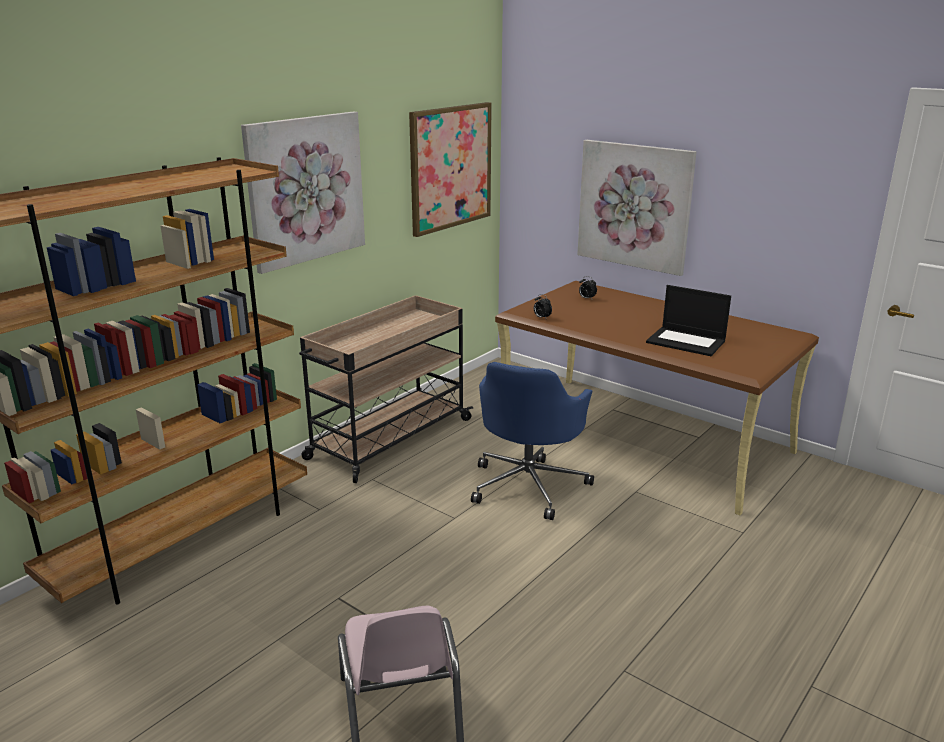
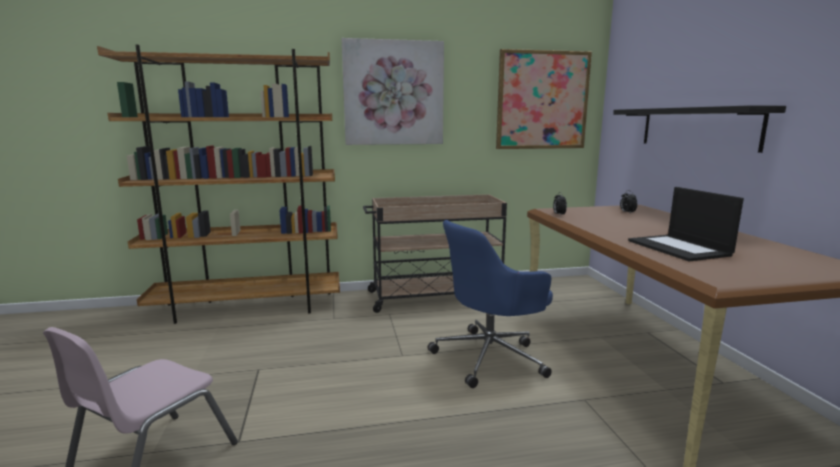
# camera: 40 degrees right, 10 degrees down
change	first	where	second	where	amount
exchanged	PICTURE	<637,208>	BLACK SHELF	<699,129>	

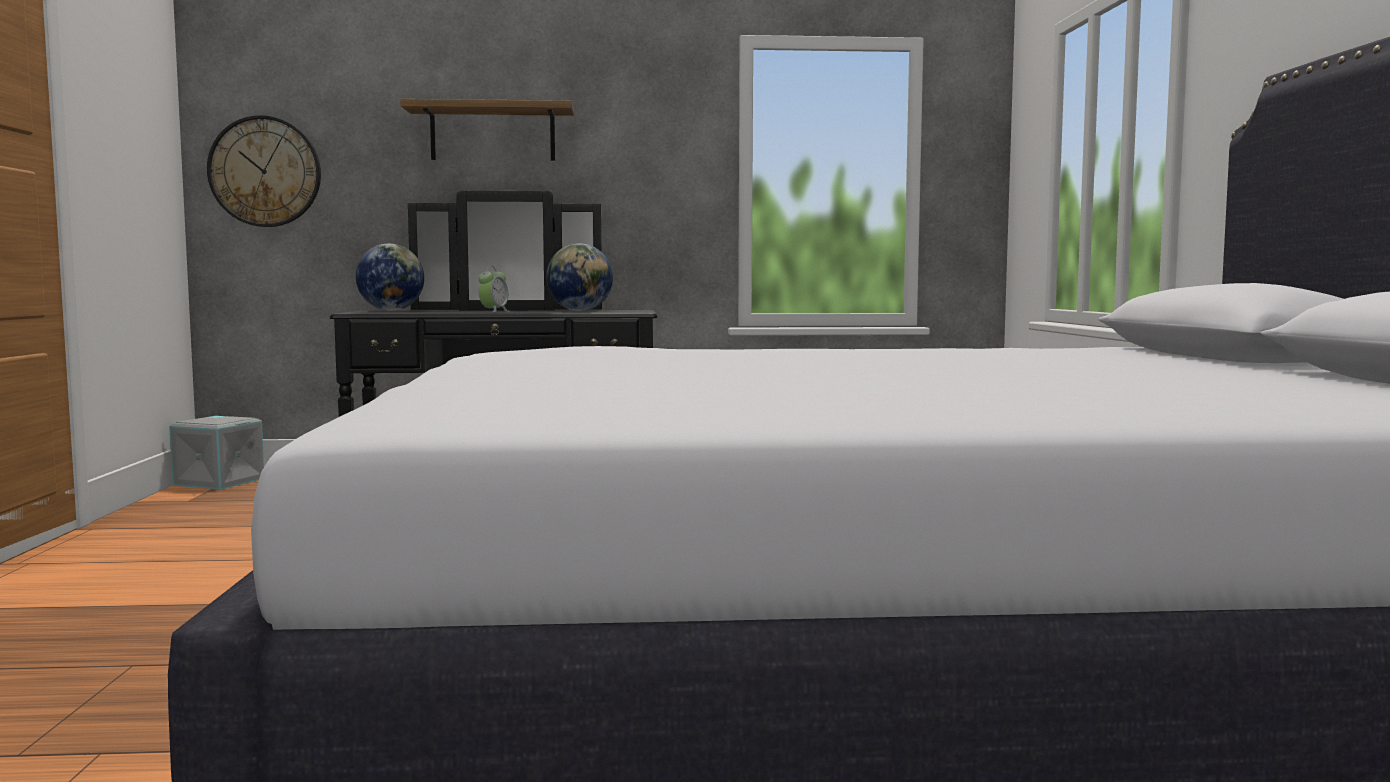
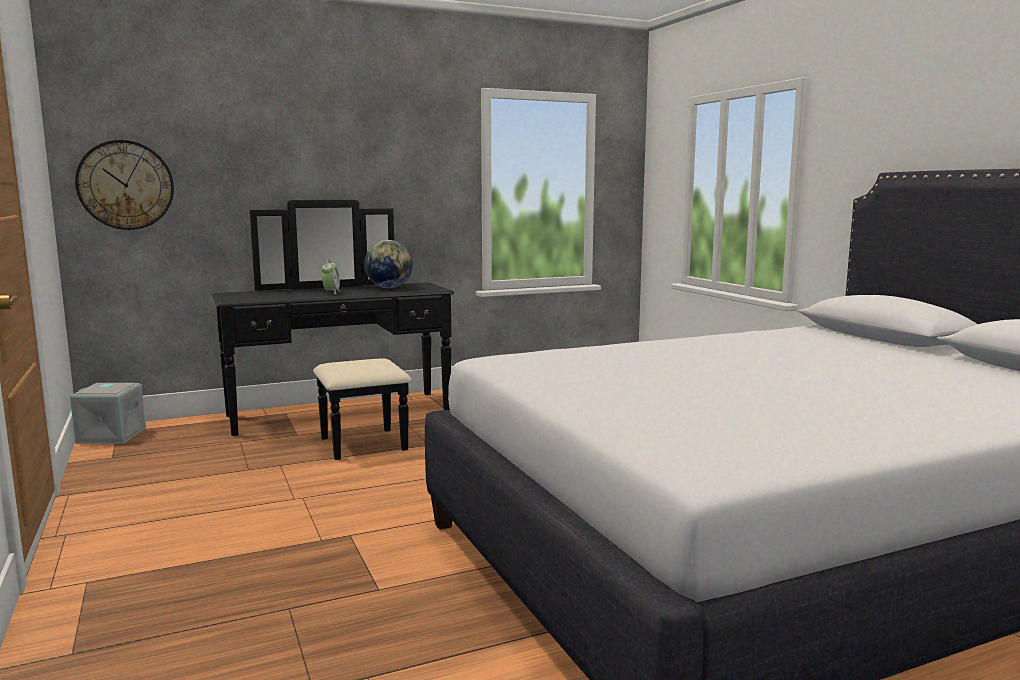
# camera: 20 degrees left, 5 degrees up
change	first	where	second	where	amount
missing	SHELF	<487,130>			
missing	GLOBE	<390,277>			

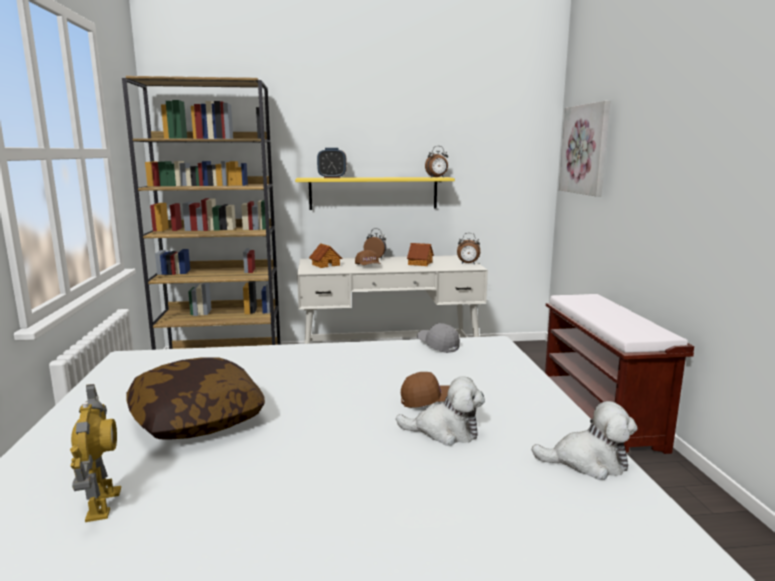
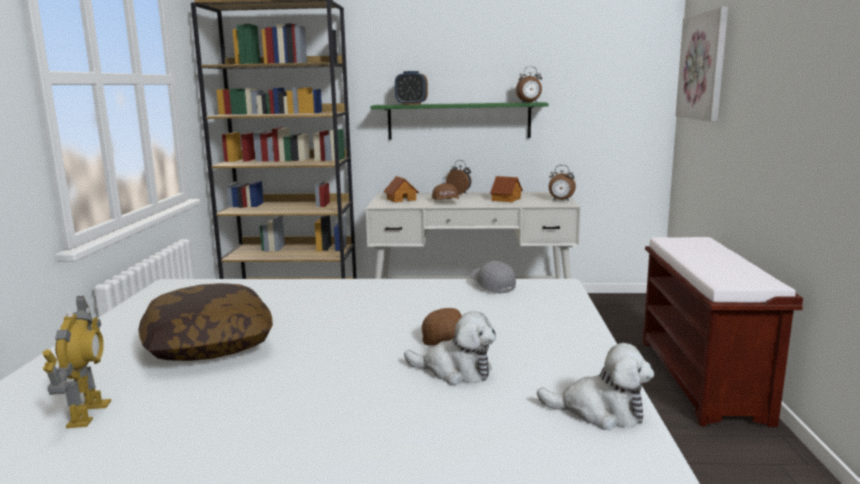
# camera: 10 degrees right, 0 degrees up
change	first	where	second	where	amount
colour	YELLOW SHELF	<375,193>	GREEN SHELF	<459,121>	

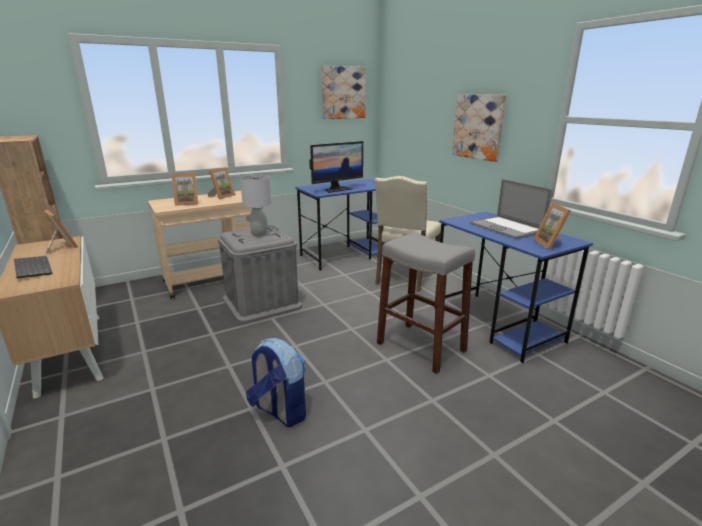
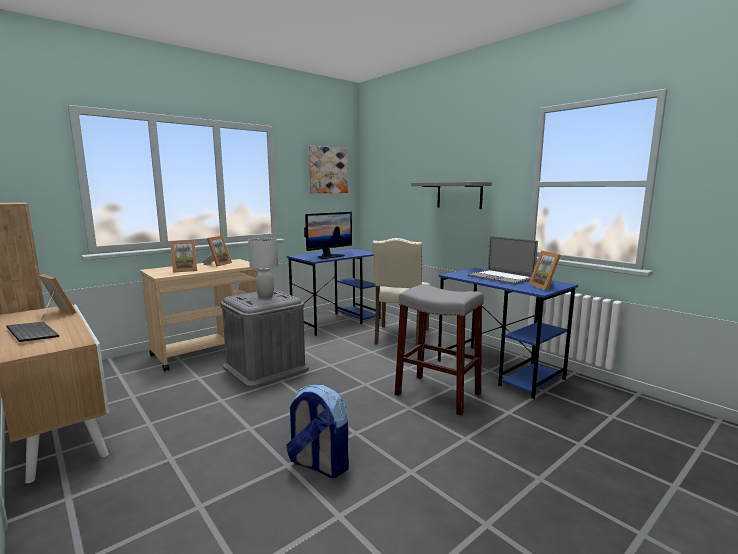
# camera: 10 degrees left, 10 degrees down
change	first	where	second	where	amount
exchanged	PICTURE	<479,128>	GREY SHELF	<451,195>	

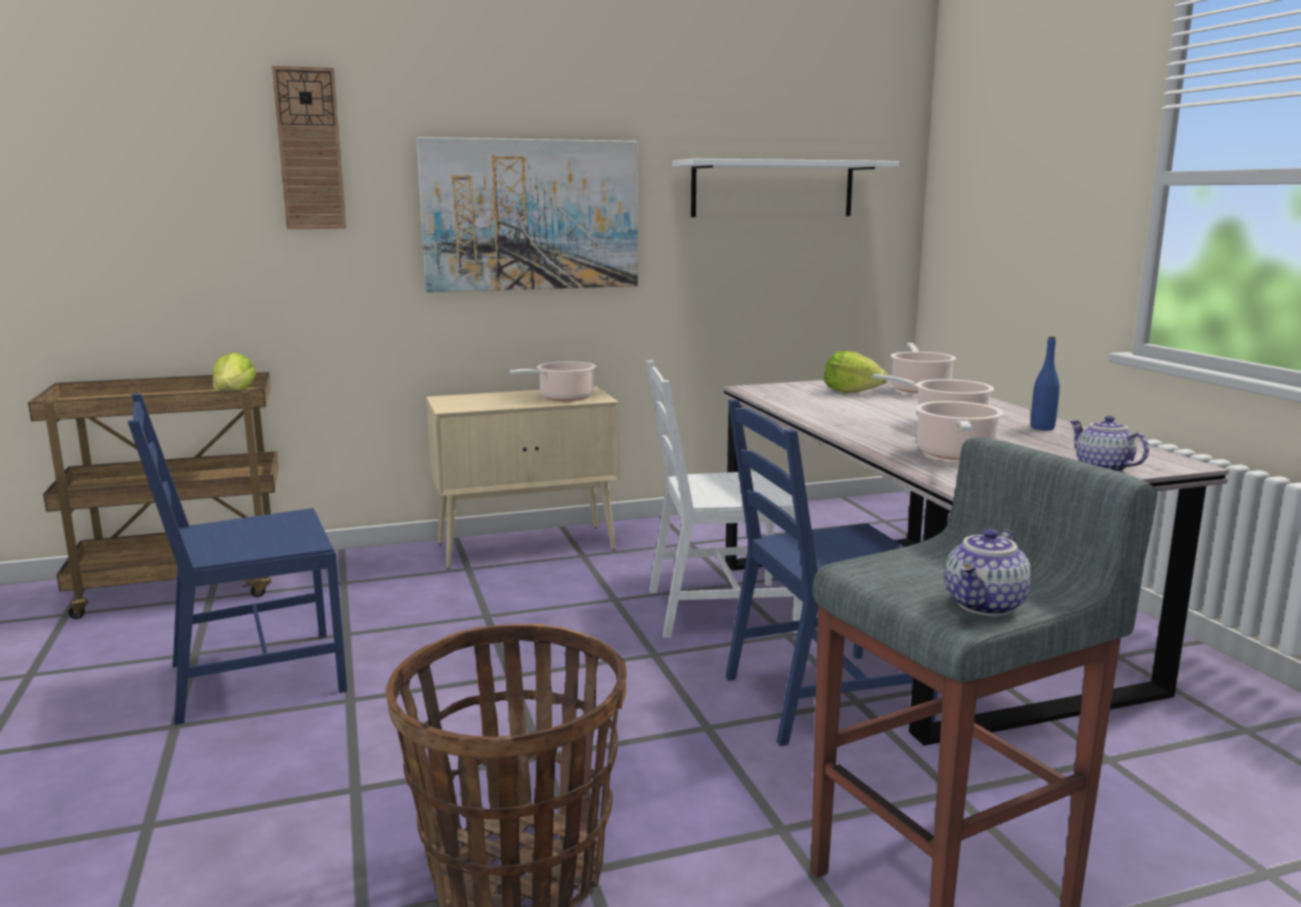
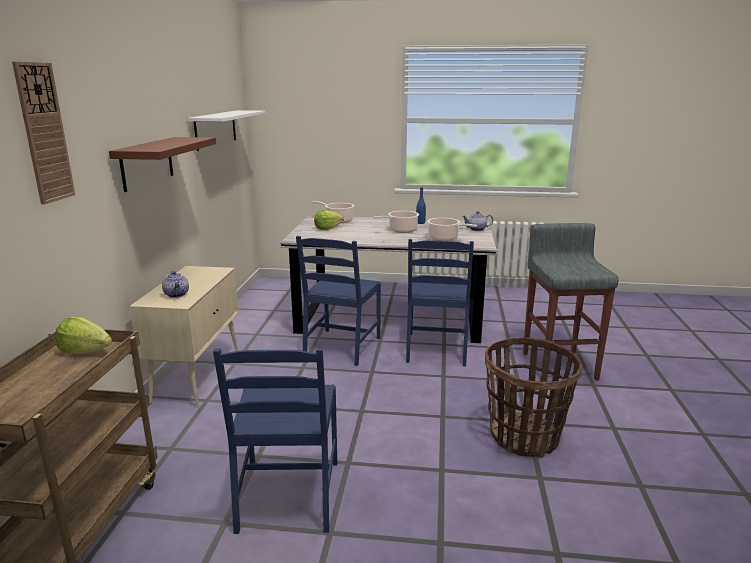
# camera: 65 degrees left, 5 degrees up
change	first	where	second	where	amount
exchanged	PICTURE	<527,214>	BROWN SHELF	<162,164>	
colour	WHITE CHAIR	<724,499>	BLUE CHAIR	<338,301>	
missing	COOKING POT	<552,381>			
relocated	TEAPOT	<988,572>		<175,284>	

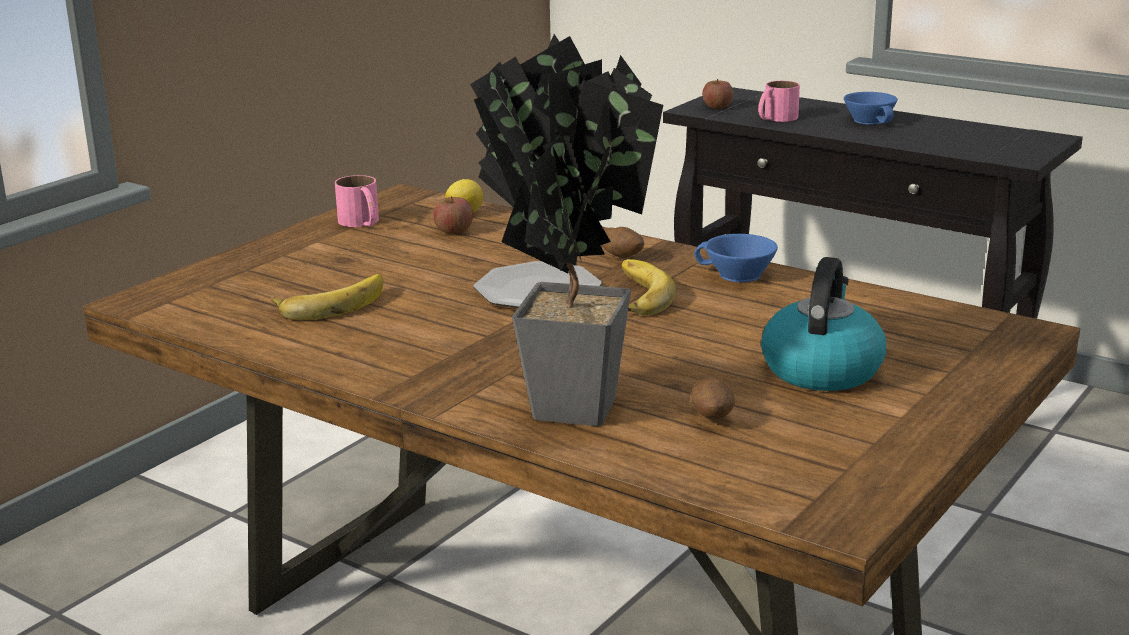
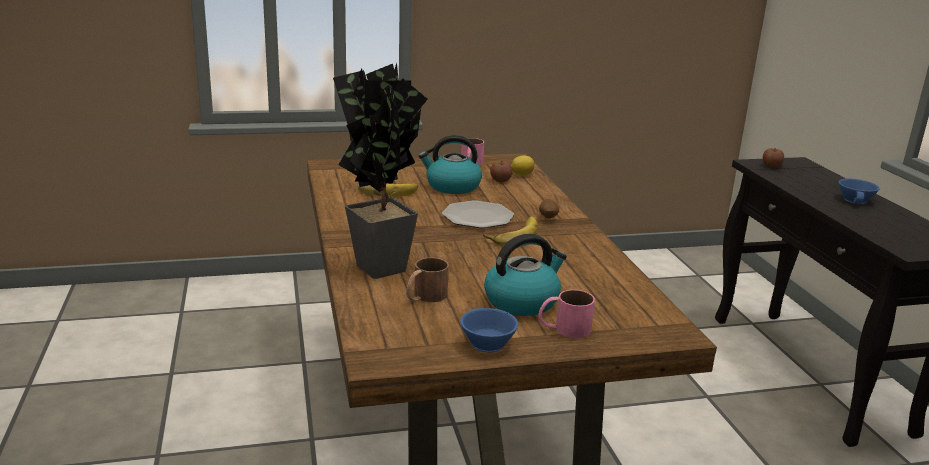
# camera: 40 degrees right, 0 degrees up
change	first	where	second	where	amount
relocated	PINK MUG	<779,101>		<566,314>	
relocated	BLUE CUP	<736,258>		<489,330>	
exchanged	POTATO	<713,397>	BROWN MUG	<427,280>	
appeared			KETTLE	<450,164>	

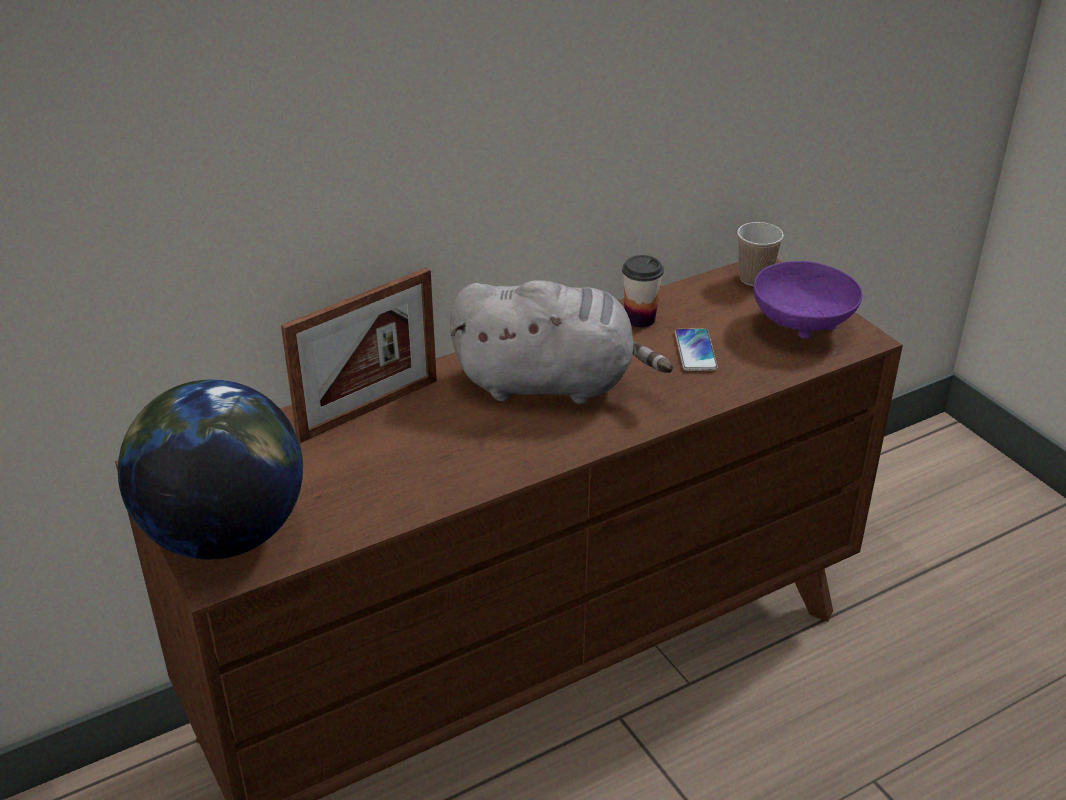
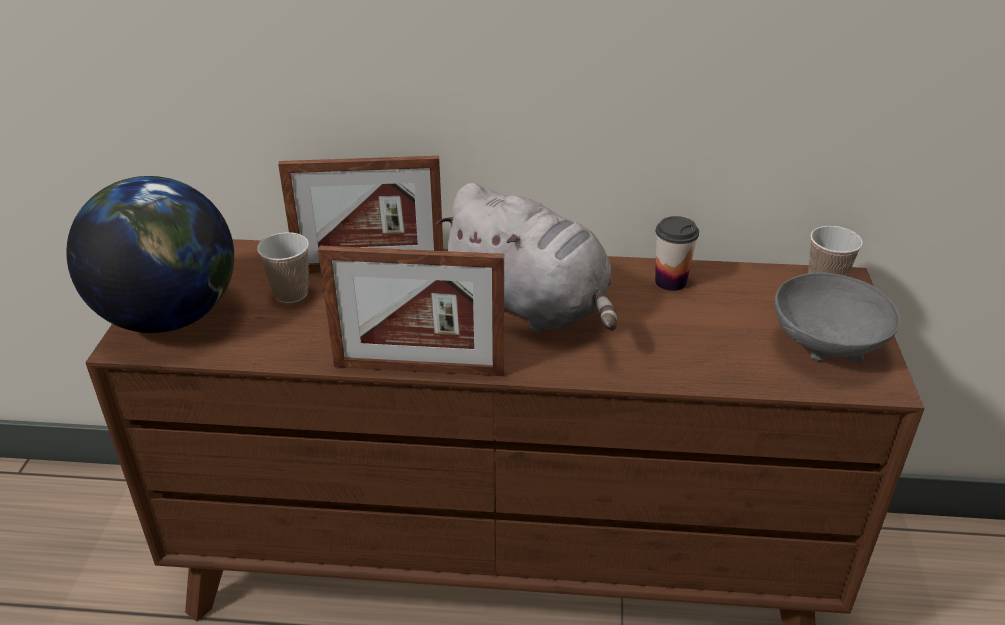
# camera: 35 degrees right, 0 degrees up
change	first	where	second	where	amount
colour	PURPLE BOWL	<807,300>	GREY BOWL	<837,318>	
missing	PHONE	<696,349>			
appeared			CUP	<283,267>	
appeared			PICTURE FRAME	<411,311>	

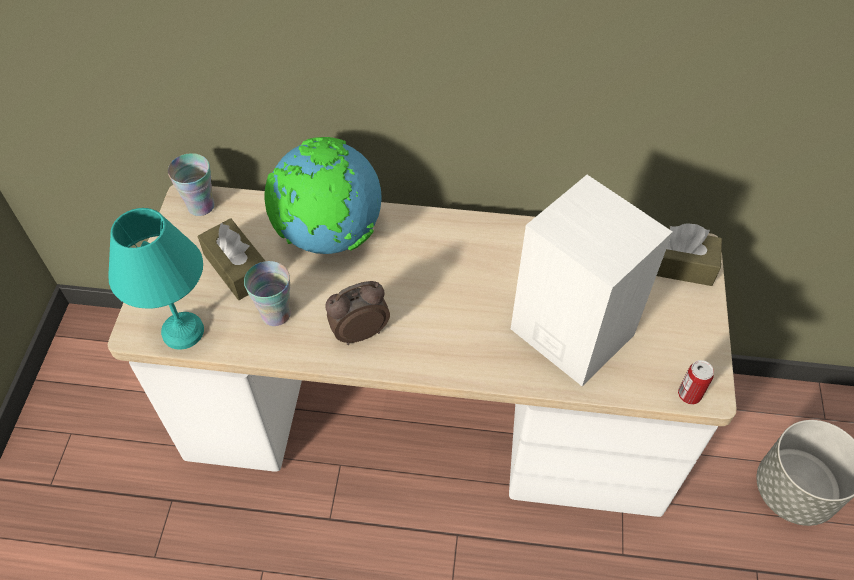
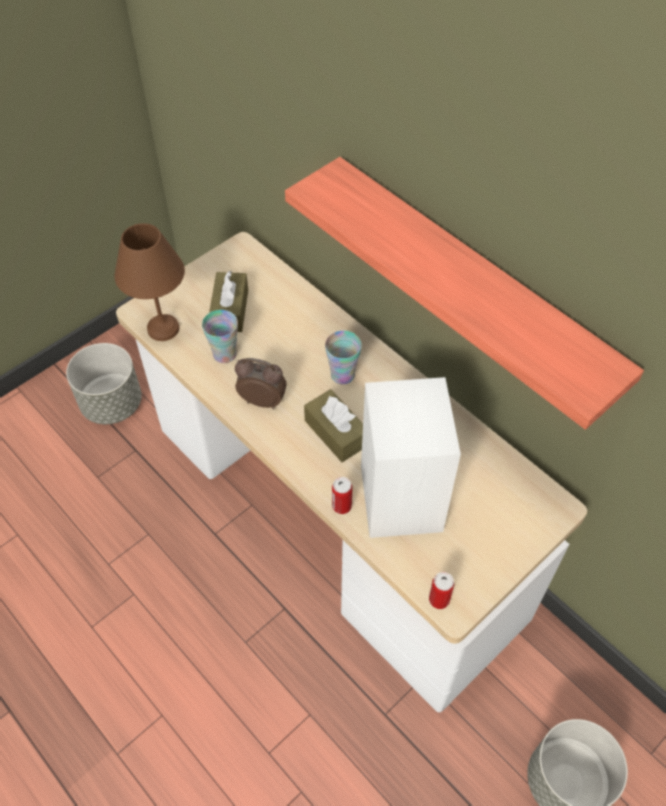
# camera: 40 degrees right, 0 degrees up
change	first	where	second	where	amount
missing	GLOBE	<323,195>			
relocated	CUP	<191,184>		<343,357>	
colour	TURQUOISE TABLE LAMP	<156,279>	BROWN TABLE LAMP	<149,282>	
relocated	BROWN TISSUE BOX	<689,254>		<333,425>	
appeared			SHELF	<464,293>	
appeared			GREY PLANTER	<104,383>	
appeared			CAN	<342,495>	

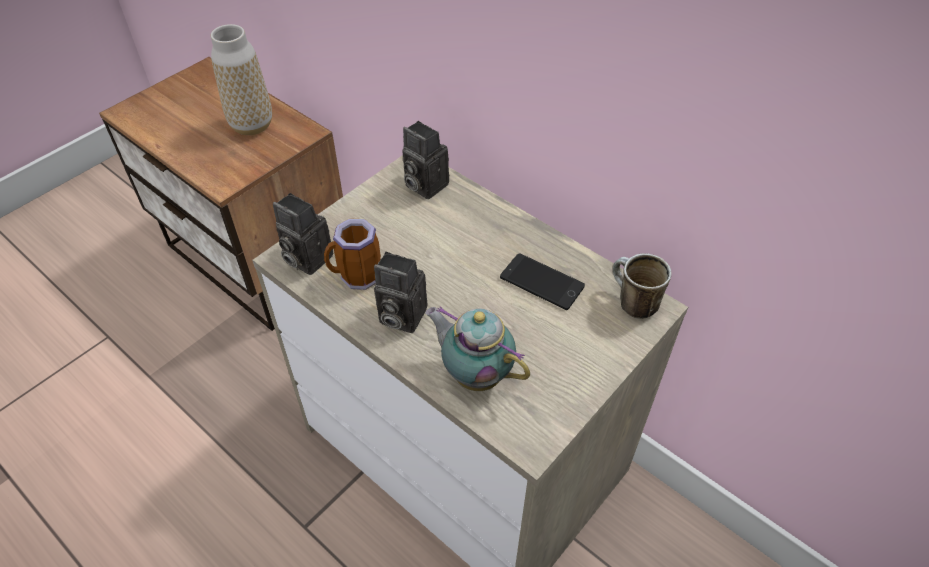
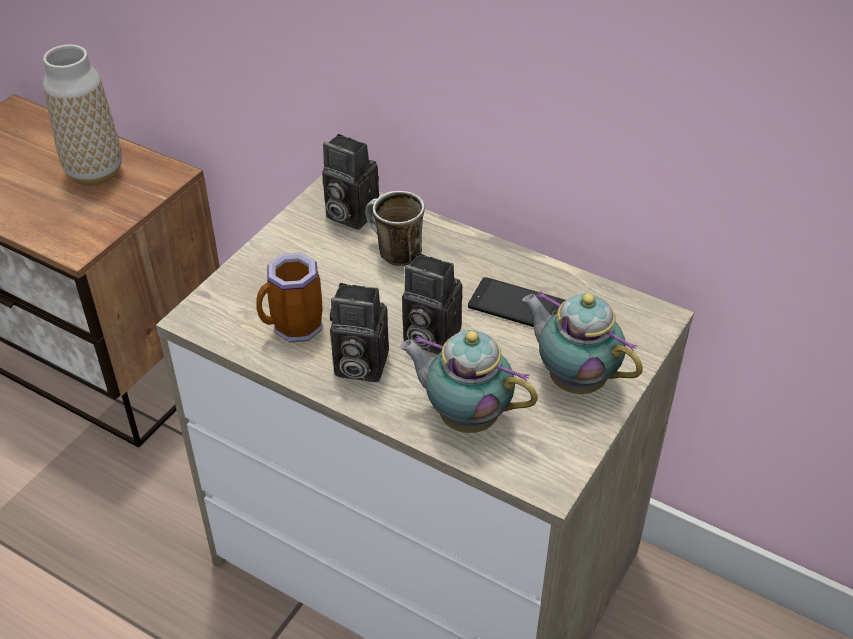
# camera: 10 degrees left, 5 degrees down
change	first	where	second	where	amount
relocated	PHOTO CAMERA	<303,234>		<432,304>	
relocated	MUG	<642,286>		<395,228>	
appeared			TEAPOT	<582,342>	

